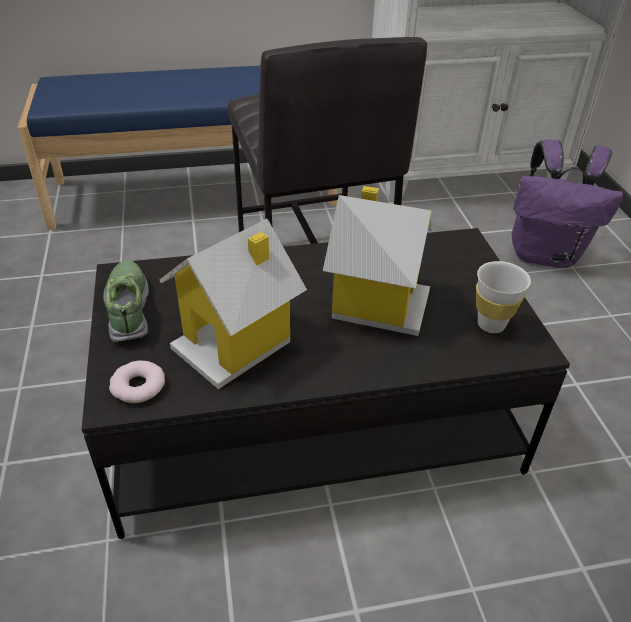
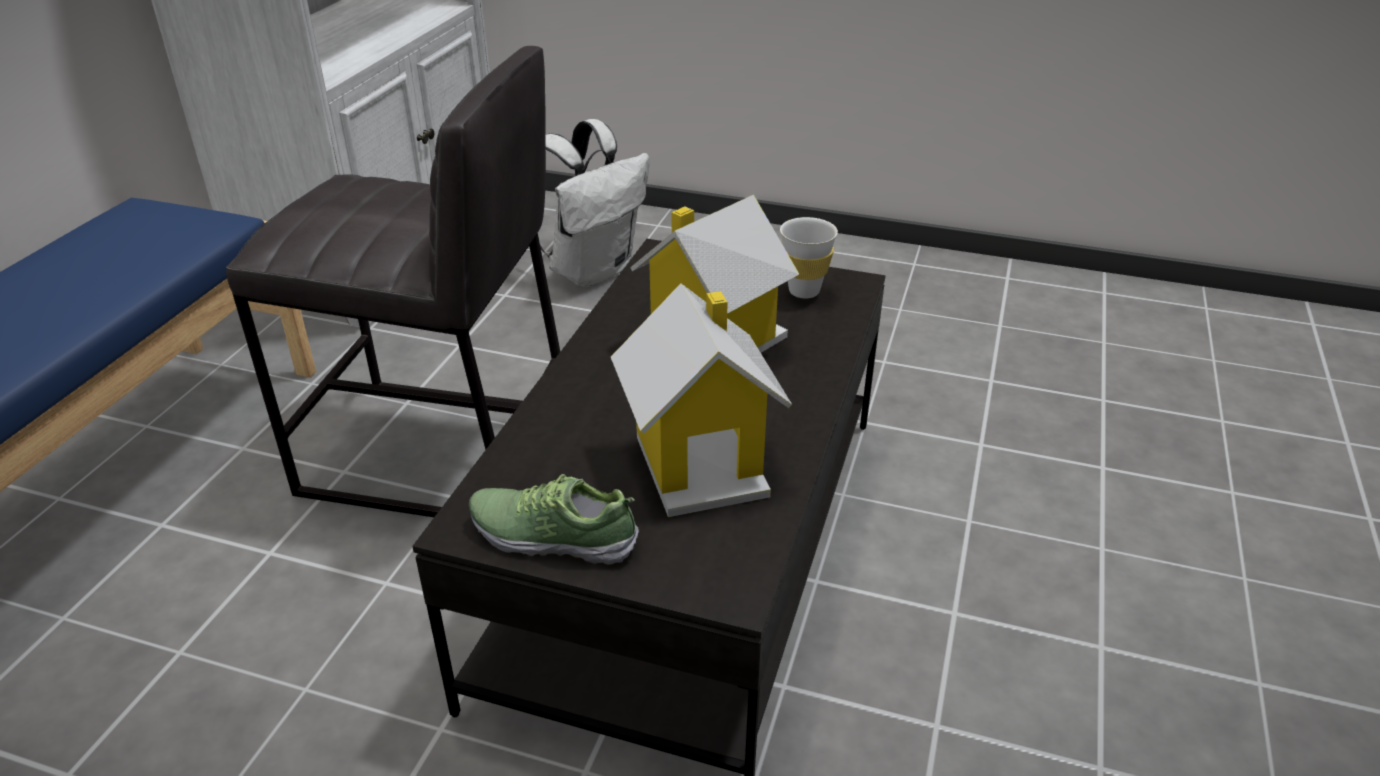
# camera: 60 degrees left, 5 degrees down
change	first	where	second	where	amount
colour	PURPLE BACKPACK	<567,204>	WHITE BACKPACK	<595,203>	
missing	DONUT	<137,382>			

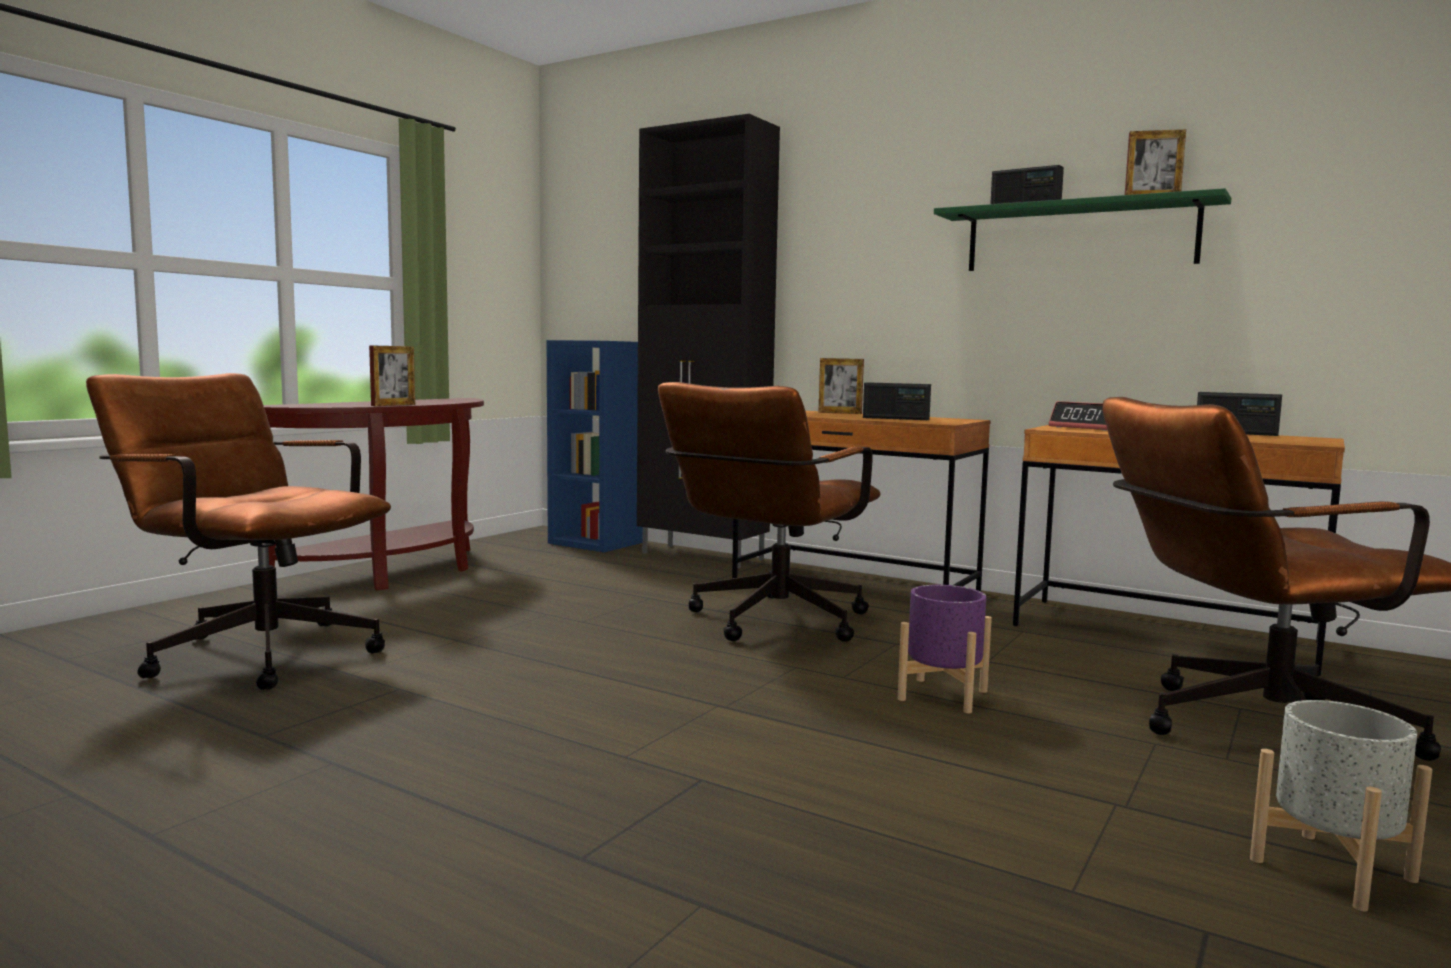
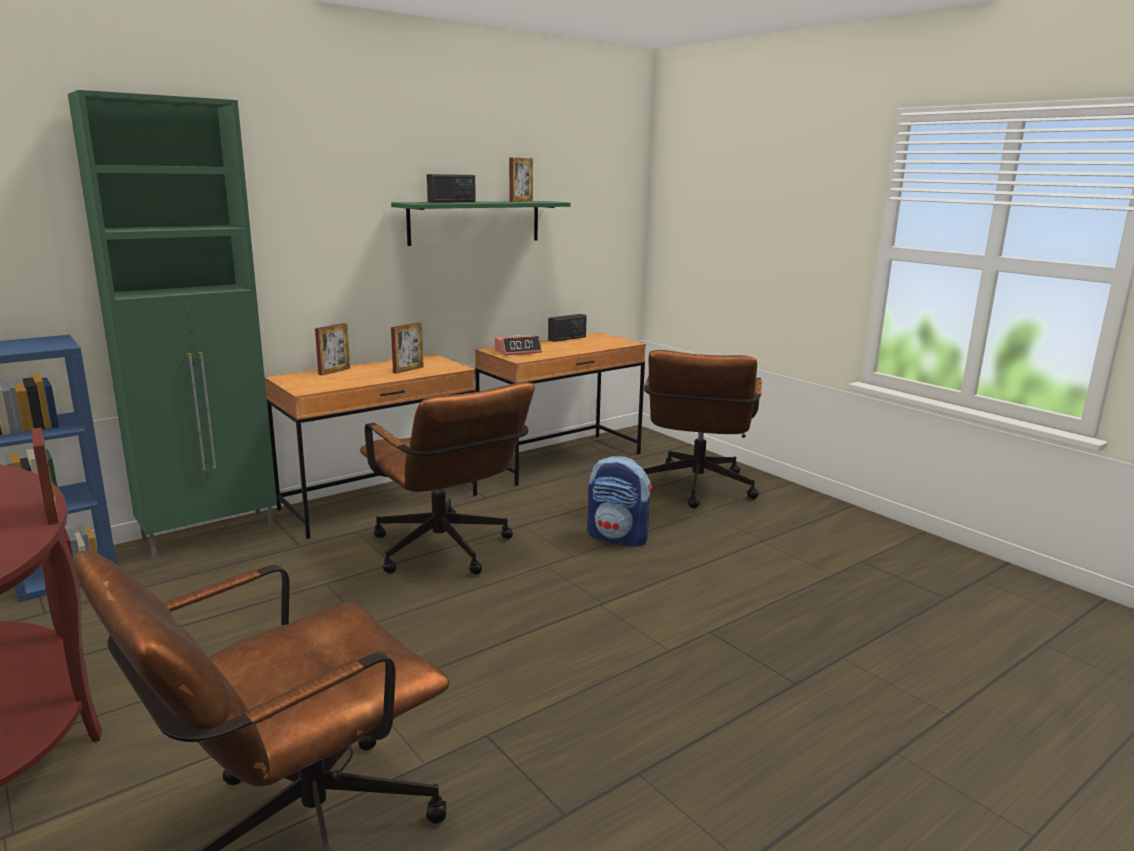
# camera: 70 degrees left, 10 degrees up
change	first	where	second	where	amount
colour	BLACK CABINET	<708,341>	GREEN CABINET	<172,324>	
exchanged	RADIO	<897,401>	PICTURE FRAME	<407,348>	
exchanged	PURPLE PLANTER	<944,649>	BACKPACK	<620,502>	
missing	GREY PLANTER	<1341,806>			

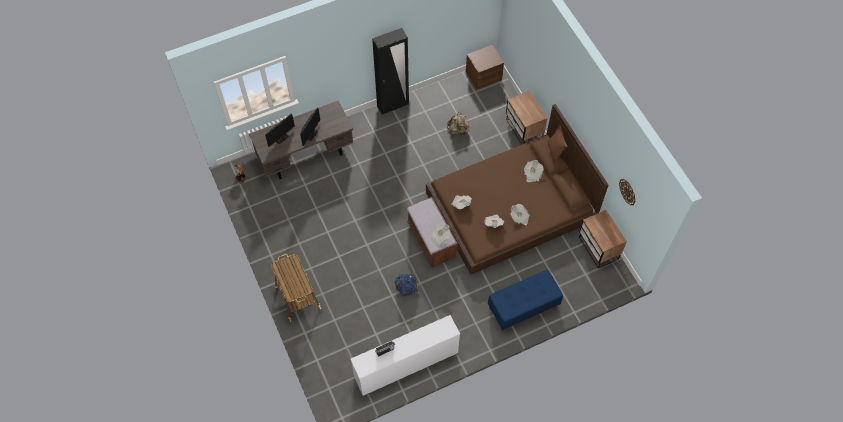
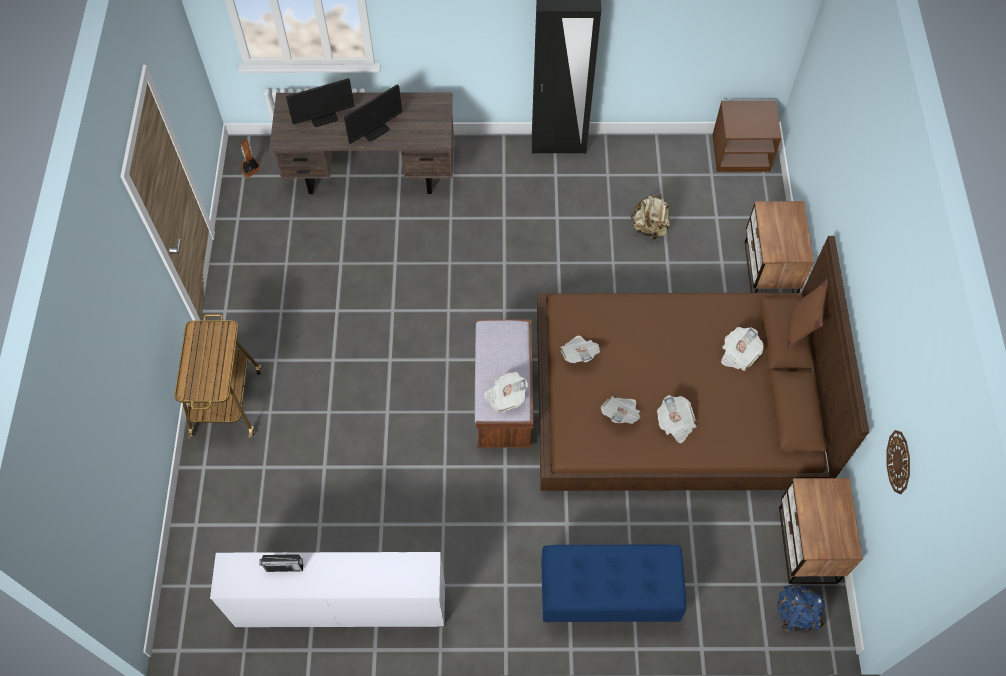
# camera: 25 degrees right, 0 degrees up
change	first	where	second	where	amount
relocated	BLUE BACKPACK	<407,285>		<801,607>	

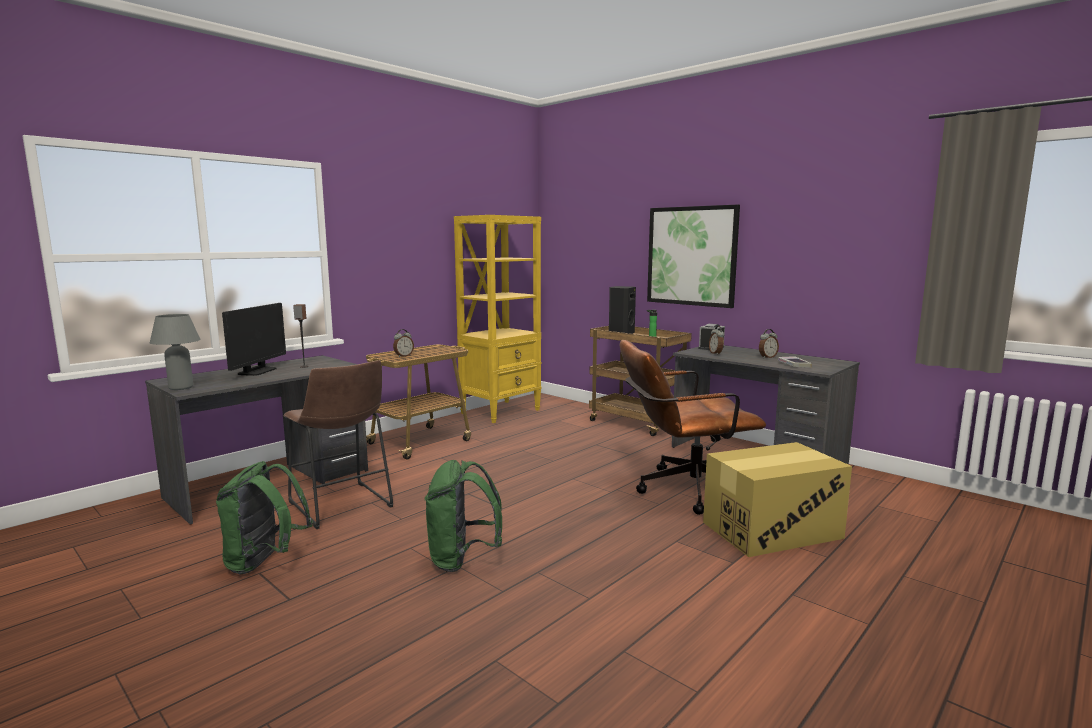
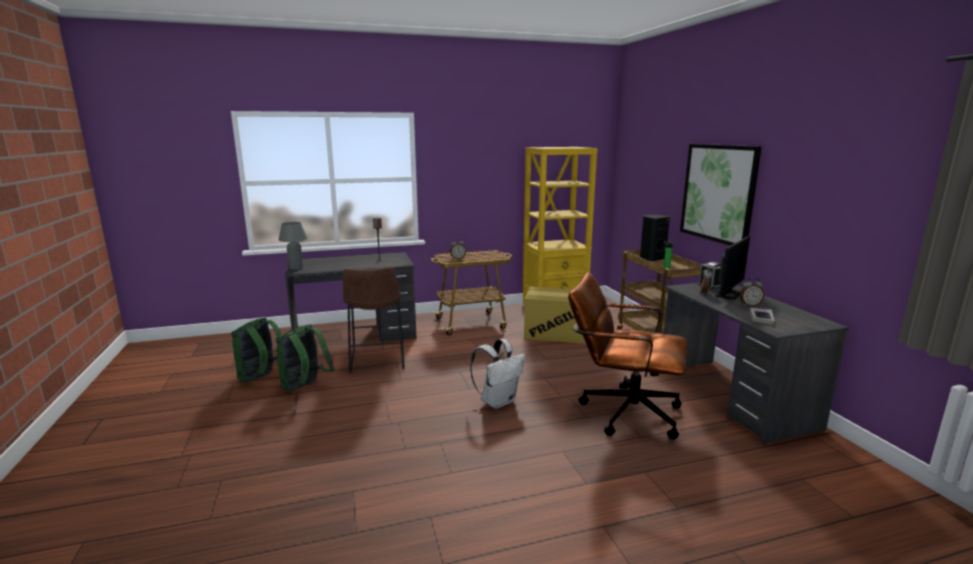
# camera: 30 degrees right, 5 degrees up
change	first	where	second	where	amount
relocated	MONITOR	<254,339>		<732,268>	
relocated	CARDBOARD BOX	<777,499>		<555,315>	
relocated	GREEN BACKPACK	<463,516>		<256,350>	
appeared			WHITE BACKPACK	<497,374>	

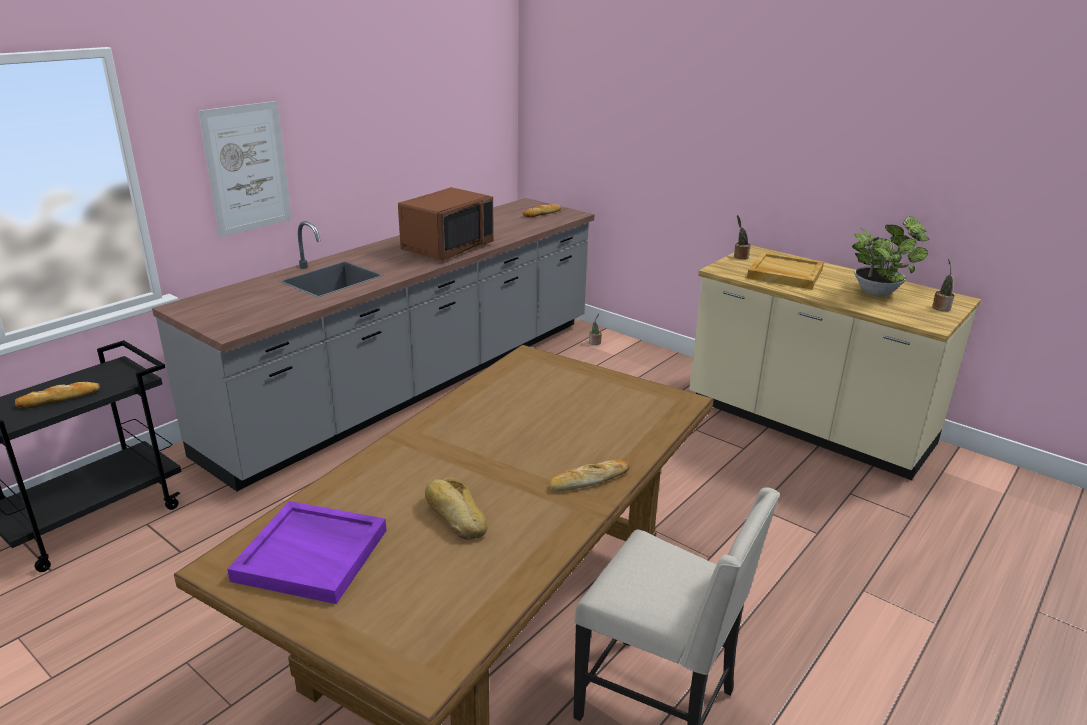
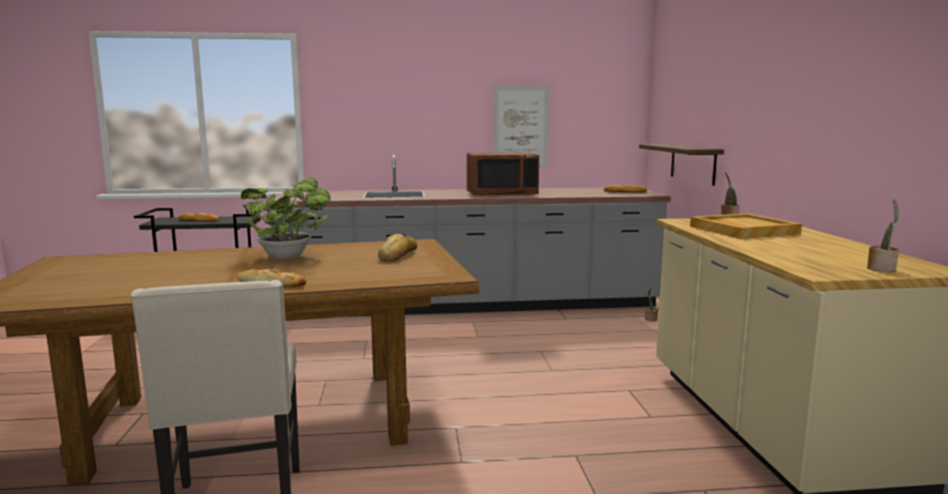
# camera: 45 degrees right, 15 degrees down
change	first	where	second	where	amount
relocated	PICTURE	<245,169>		<522,127>	
relocated	POTTED PLANT	<890,256>		<286,218>	
relocated	BREAD	<456,508>		<397,247>	
missing	PURPLE TRAY	<307,552>			
appeared			SHELF	<681,165>	

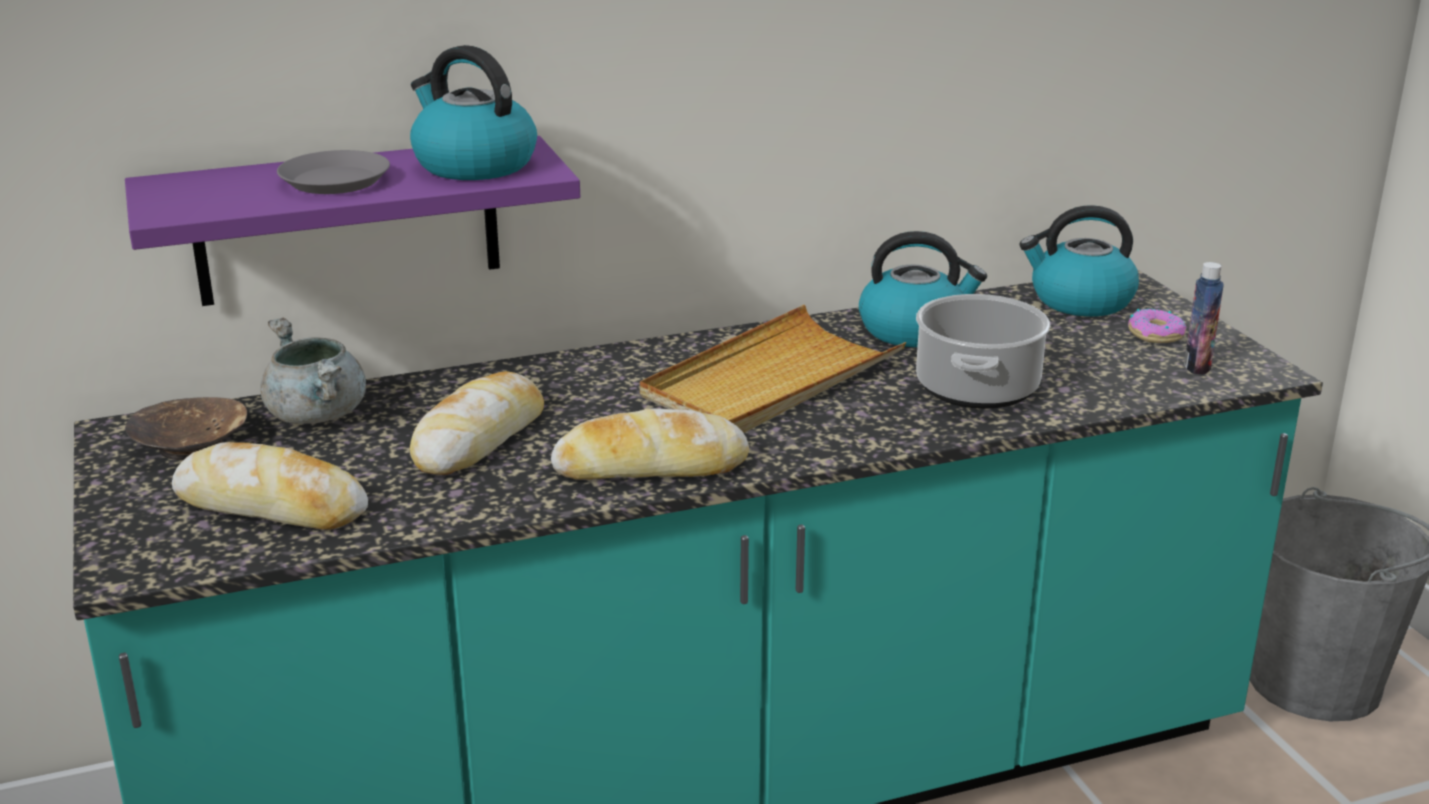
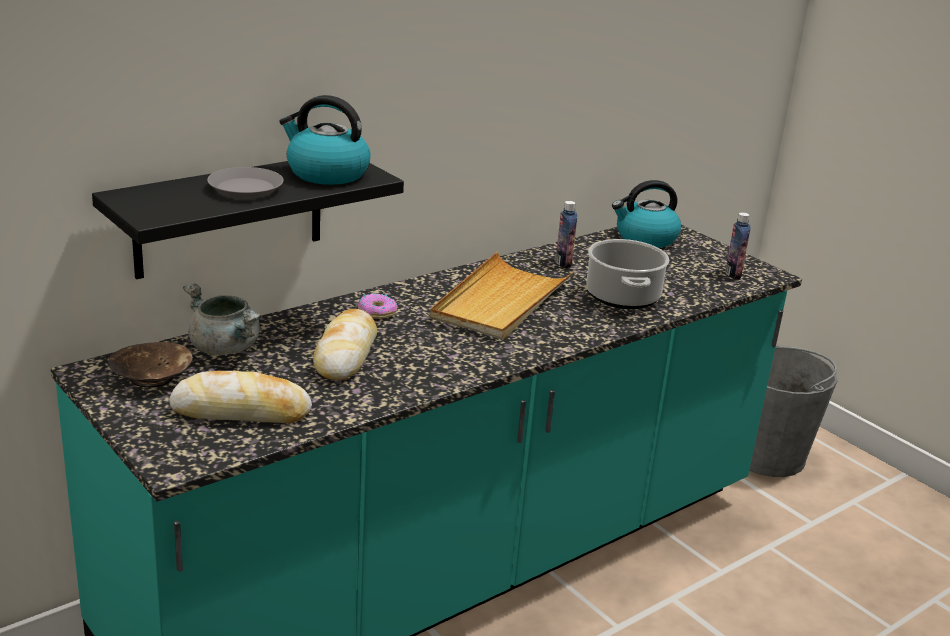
# camera: 20 degrees left, 0 degrees up
change	first	where	second	where	amount
colour	PURPLE SHELF	<352,221>	BLACK SHELF	<248,220>	
exchanged	KETTLE	<923,289>	BOTTLE	<566,234>	
relocated	DONUT	<1157,326>		<377,306>	
missing	BREAD	<650,444>			

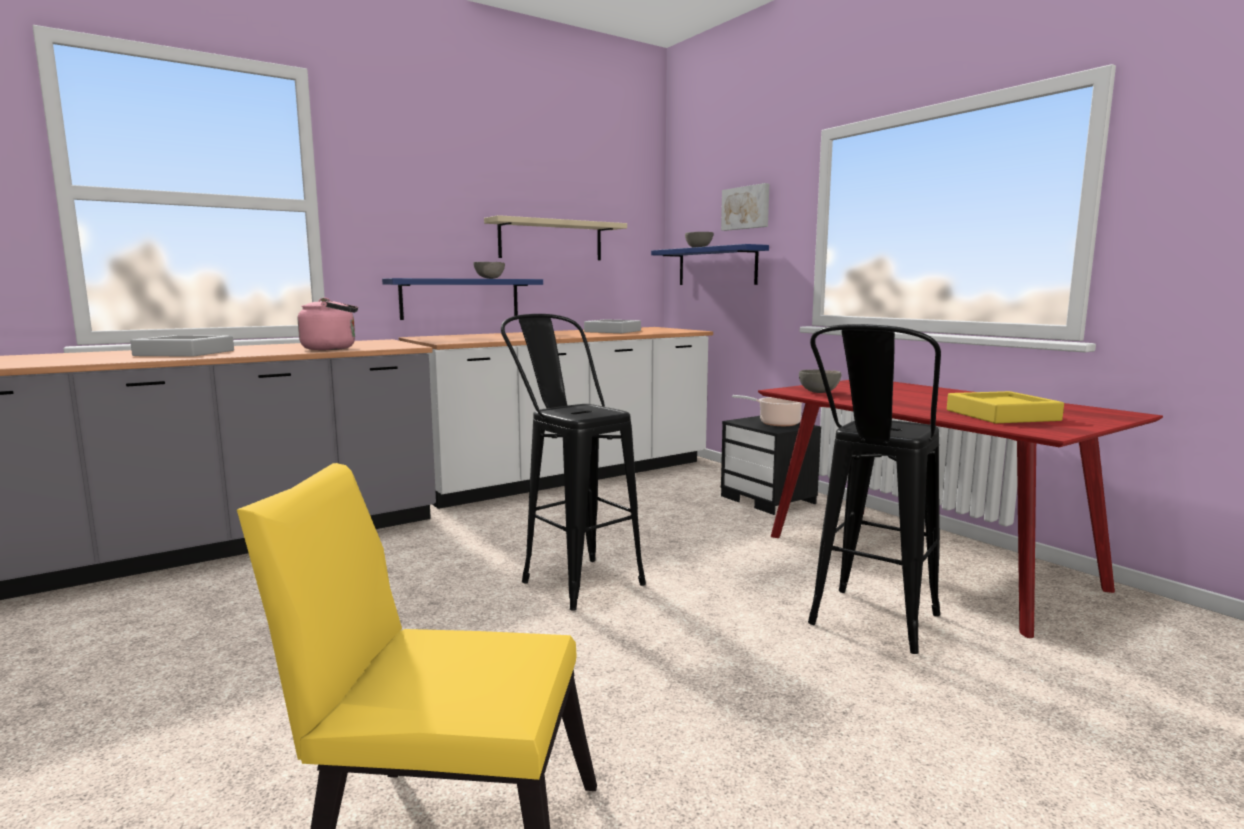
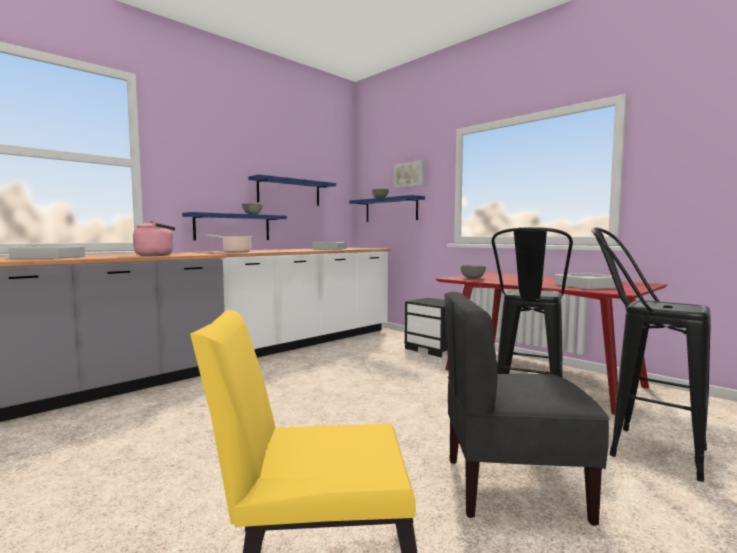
# camera: 10 degrees left, 5 degrees down
change	first	where	second	where	amount
colour	BEIGE SHELF	<555,237>	BLUE SHELF	<292,190>	
relocated	BLACK STOOL	<573,462>		<651,354>	
colour	YELLOW TRAY	<1005,407>	GREY TRAY	<588,281>	
relocated	COOKING POT	<767,410>		<229,244>	
appeared			GREY CHAIR	<527,409>	

